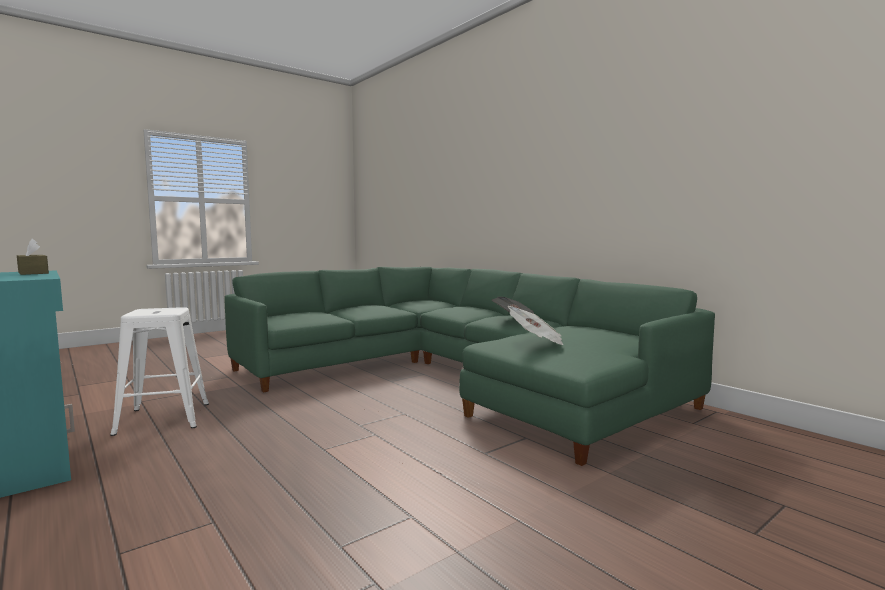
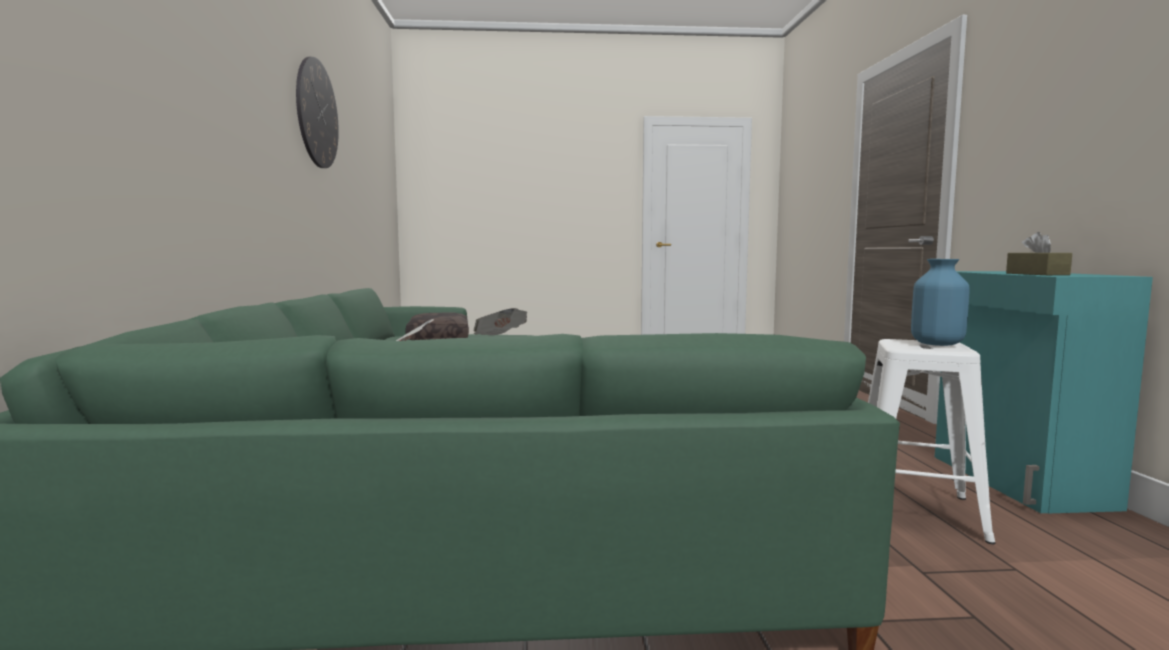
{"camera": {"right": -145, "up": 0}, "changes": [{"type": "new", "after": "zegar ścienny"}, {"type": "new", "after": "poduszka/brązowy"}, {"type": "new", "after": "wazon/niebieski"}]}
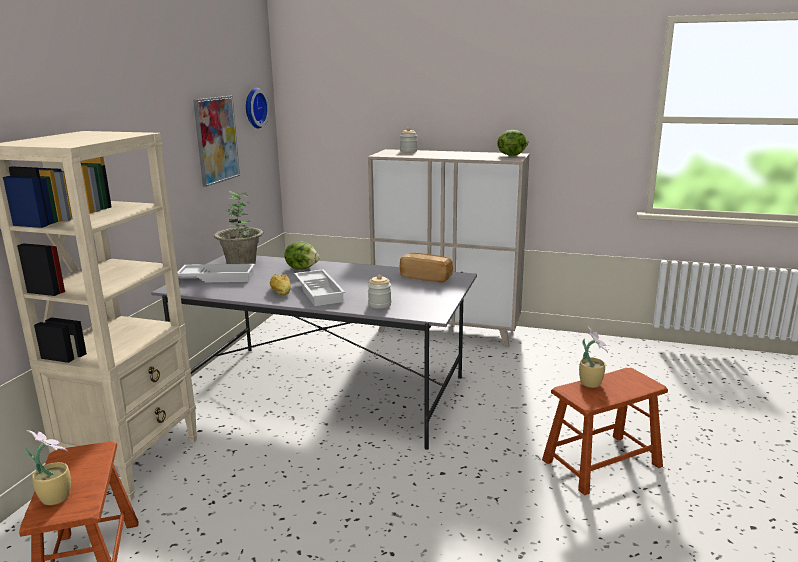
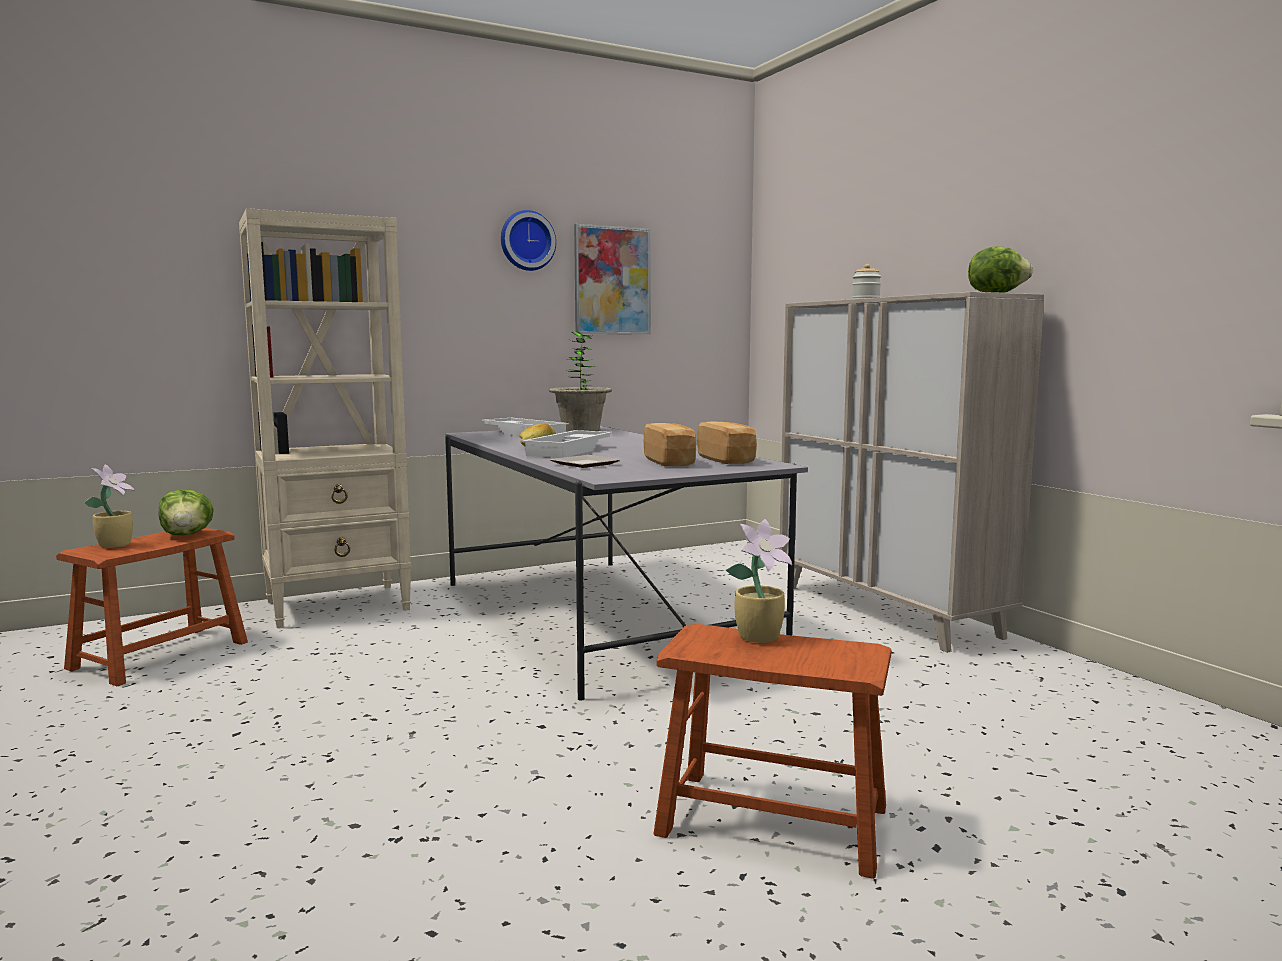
{"camera": {"right": 45, "up": -10}, "changes": [{"type": "shifted", "before": "zegar ścienny"}, {"type": "shifted", "before": "sałata (no. 1 from left)"}, {"type": "swapped", "before": "słoik (no. 1 from left)", "after": "talerz"}, {"type": "new", "after": "chleb (no. 2 from left)"}]}
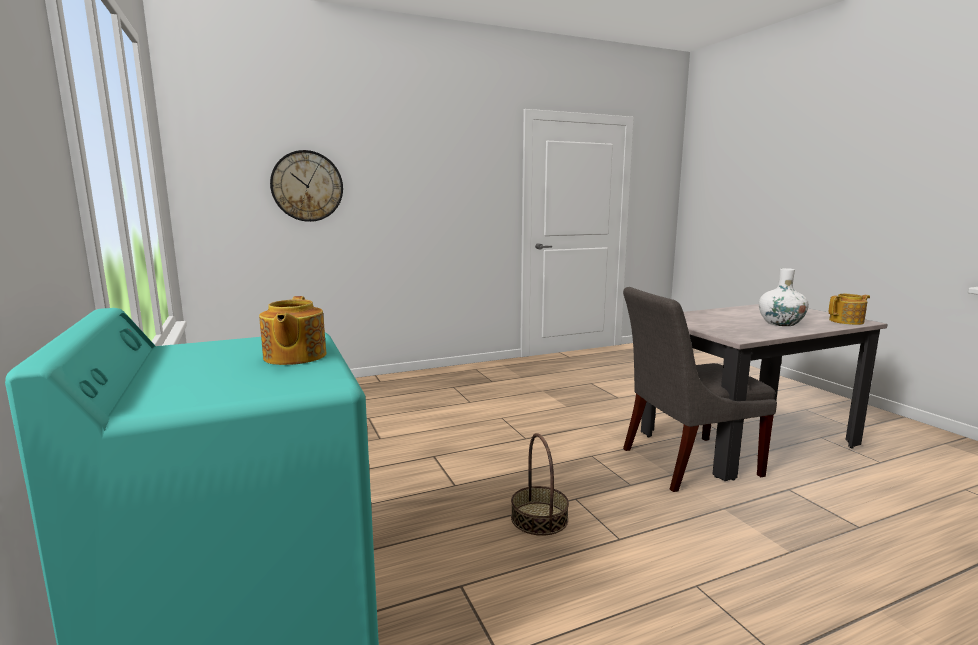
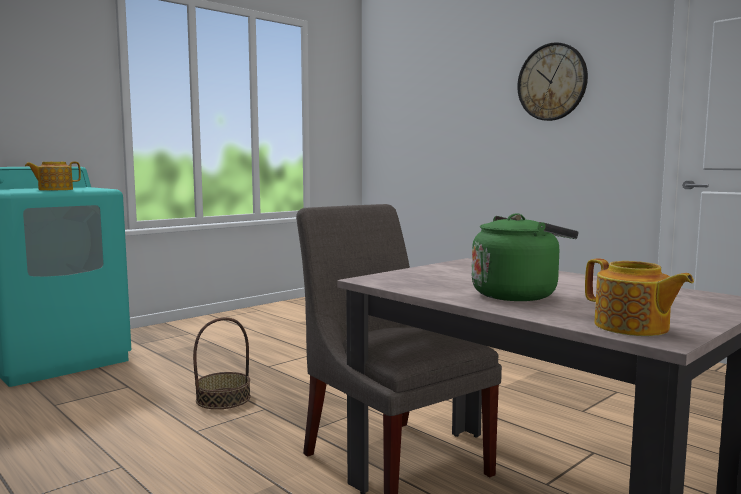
{"camera": {"right": 70, "up": -5}, "changes": [{"type": "shifted", "before": "zegar ścienny"}, {"type": "swapped", "before": "wazon/biały", "after": "czajnik/zielony"}]}
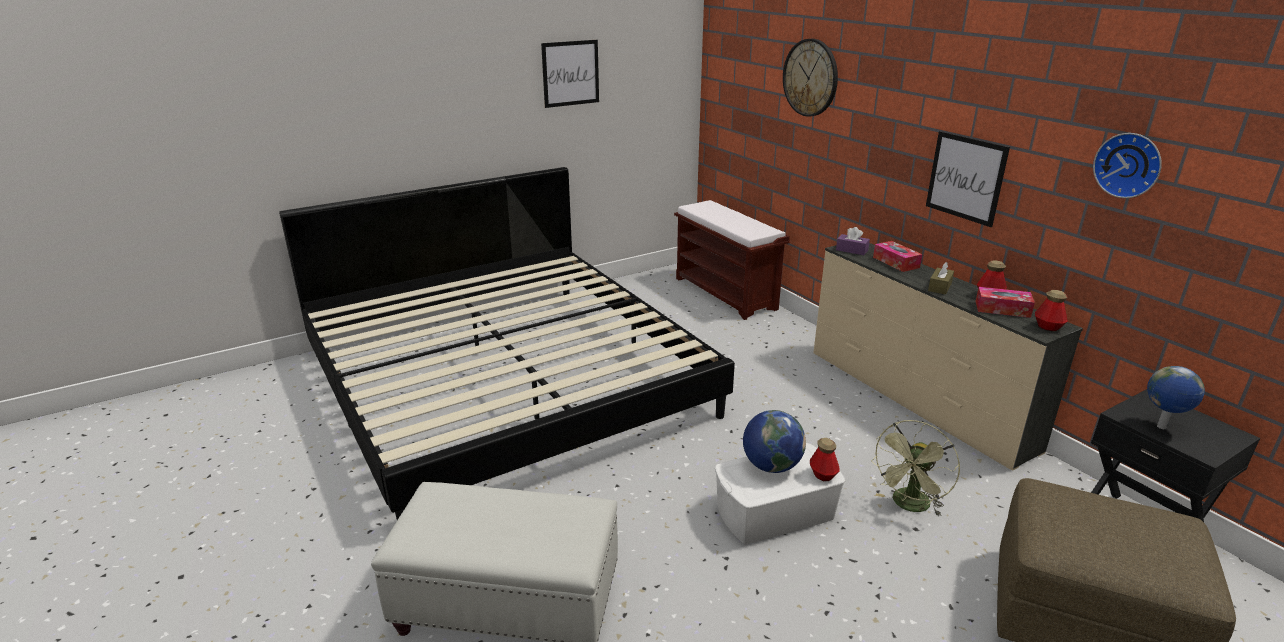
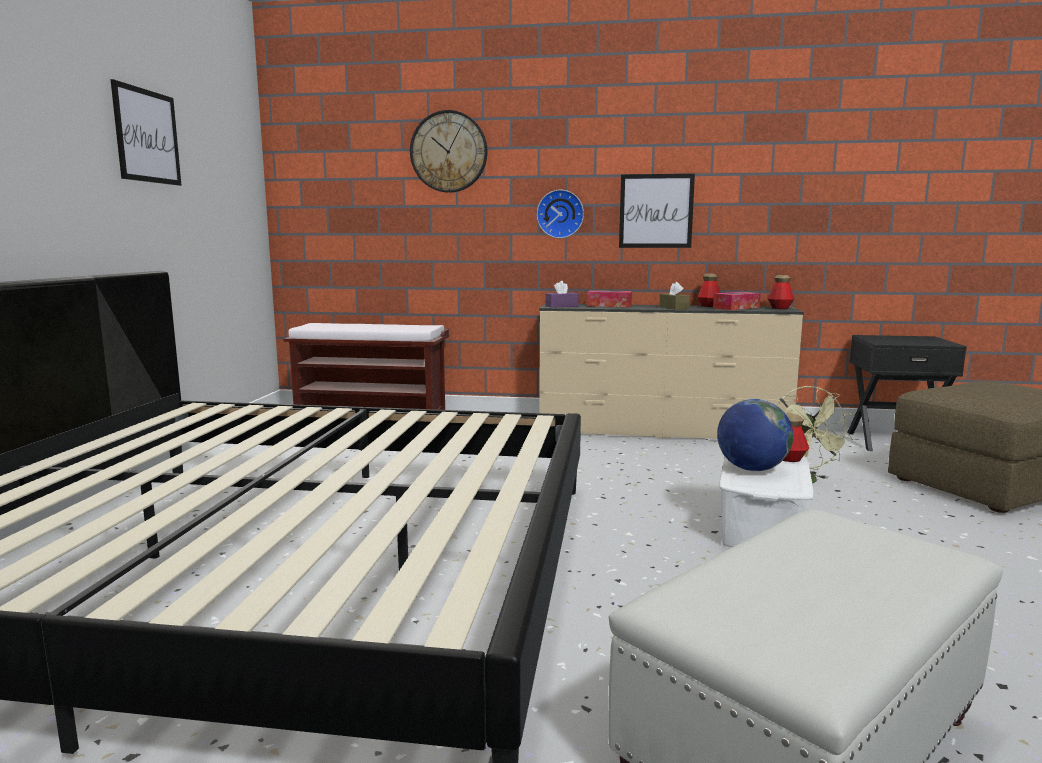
{"camera": {"right": -50, "up": -15}, "changes": [{"type": "shifted", "before": "zegar ścienny (no. 2 from left)"}, {"type": "gone", "before": "globus (no. 2 from left)"}]}
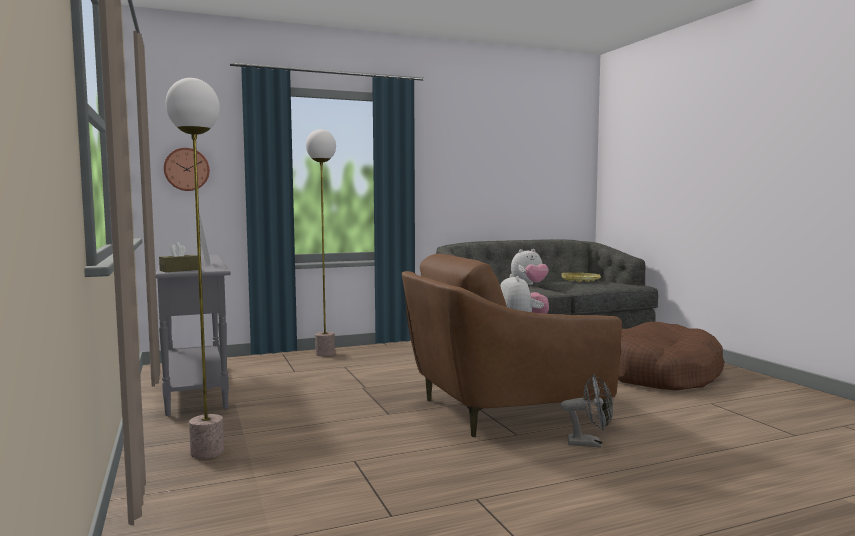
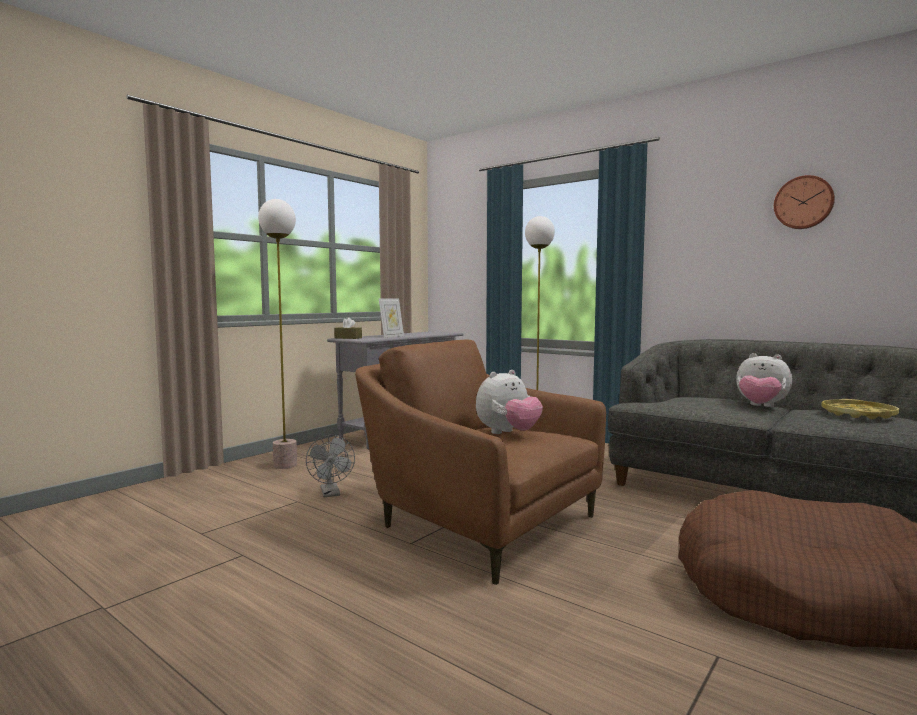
{"camera": {"right": 60, "up": 0}, "changes": [{"type": "shifted", "before": "zegar ścienny"}, {"type": "shifted", "before": "wentylator/szary"}]}
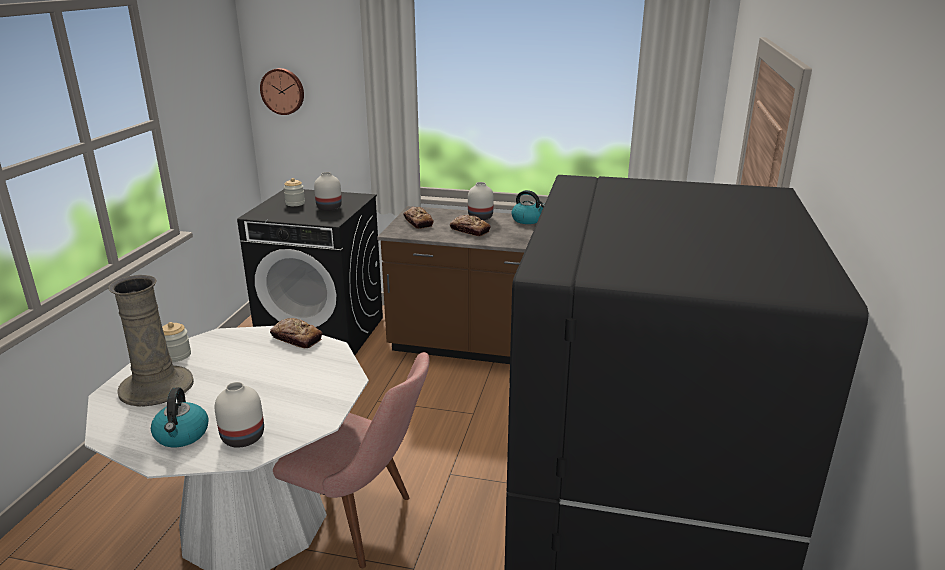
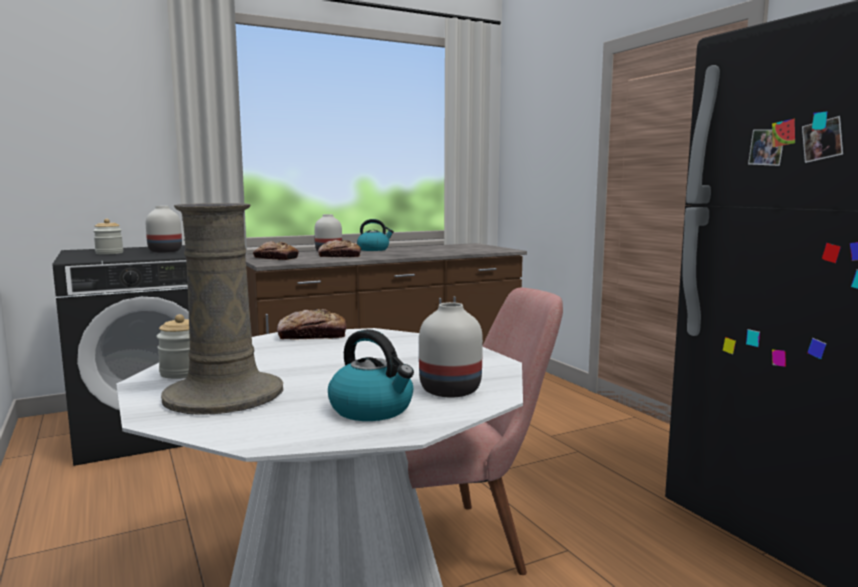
{"camera": {"right": -40, "up": -15}, "changes": [{"type": "gone", "before": "zegar ścienny"}]}
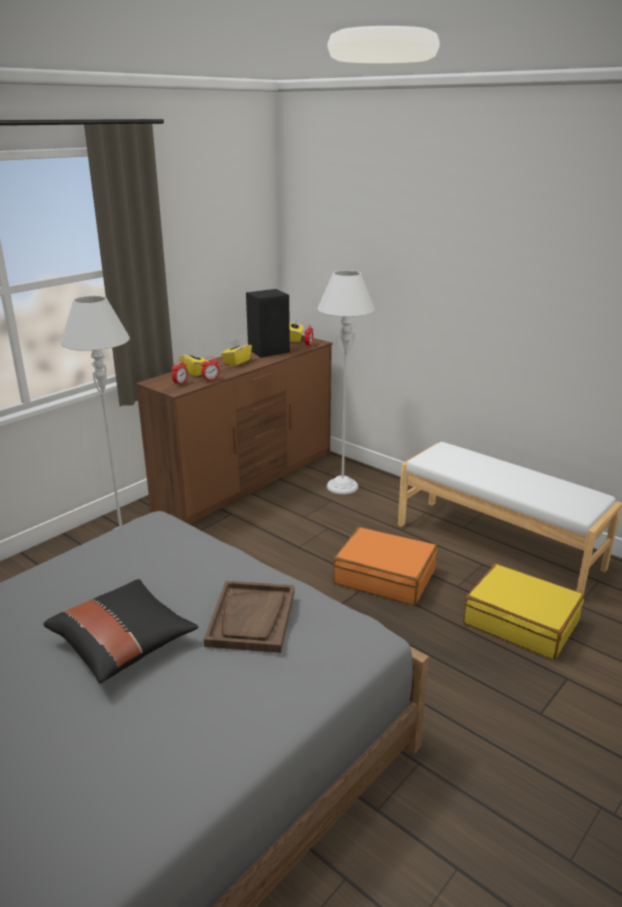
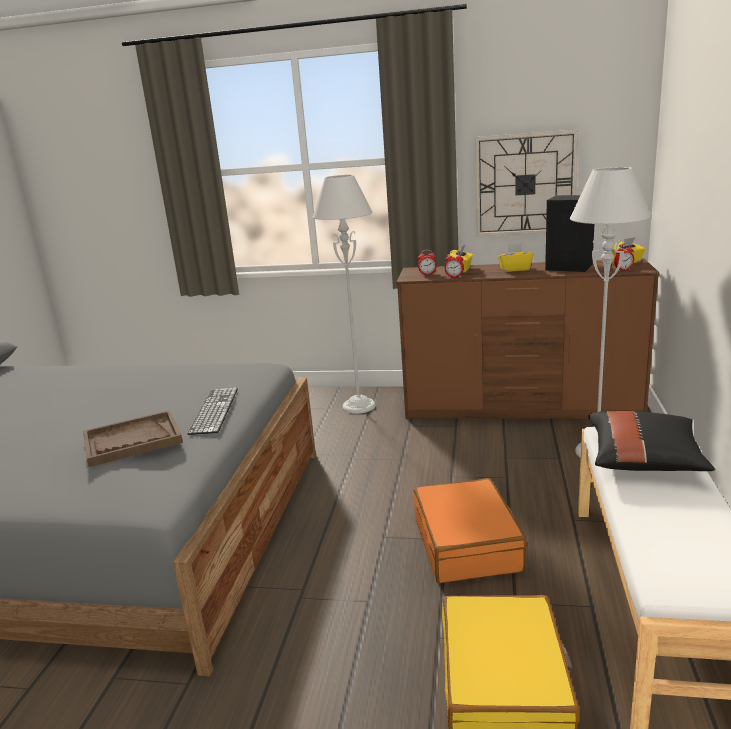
{"camera": {"right": 60, "up": -5}, "changes": [{"type": "shifted", "before": "poduszka/czarny"}, {"type": "new", "after": "klawiatura"}, {"type": "new", "after": "zegar ścienny"}]}
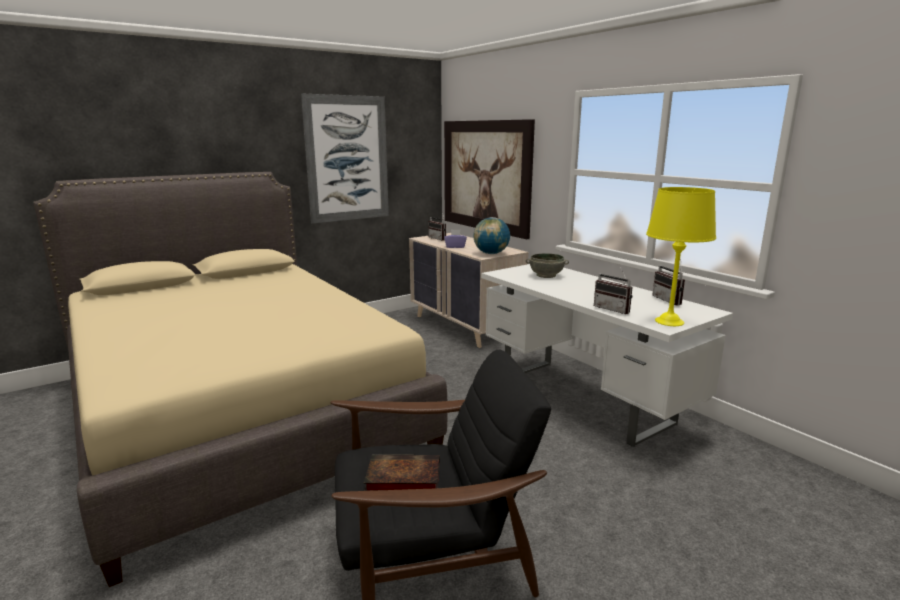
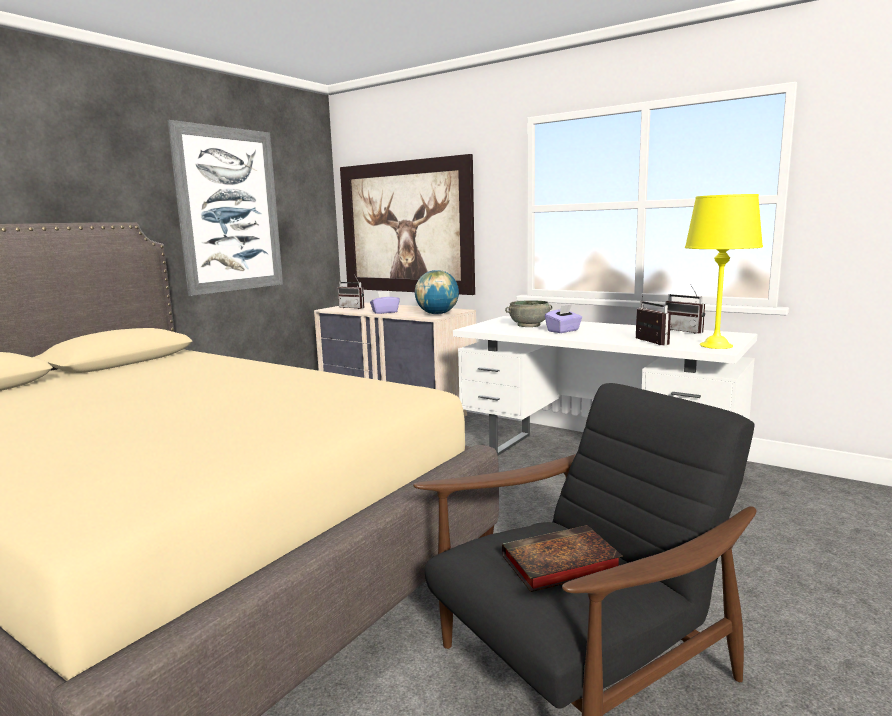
{"camera": {"right": -20, "up": -5}, "changes": [{"type": "rotated", "before": "radio (no. 2 from left)", "turn": -135}, {"type": "new", "after": "pudełko chusteczek/fioletowy (no. 2 from left)"}]}
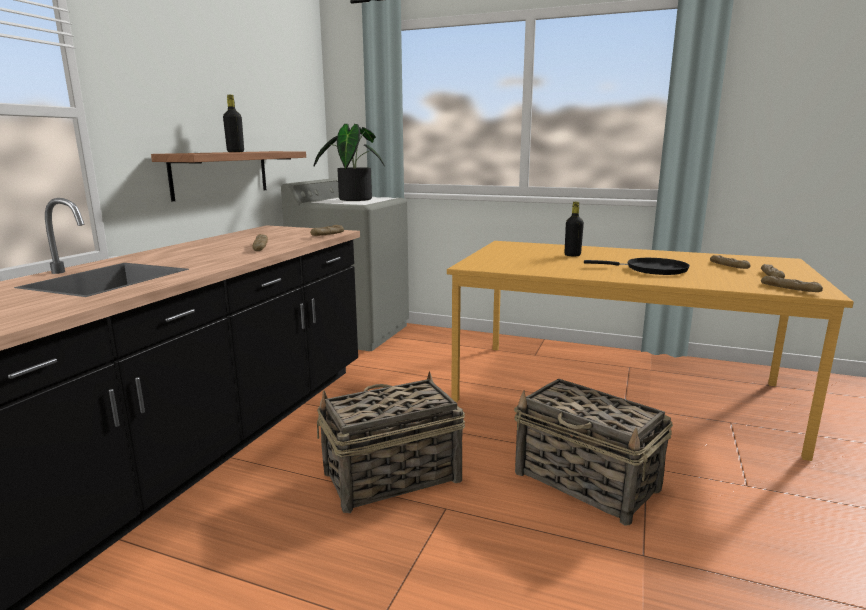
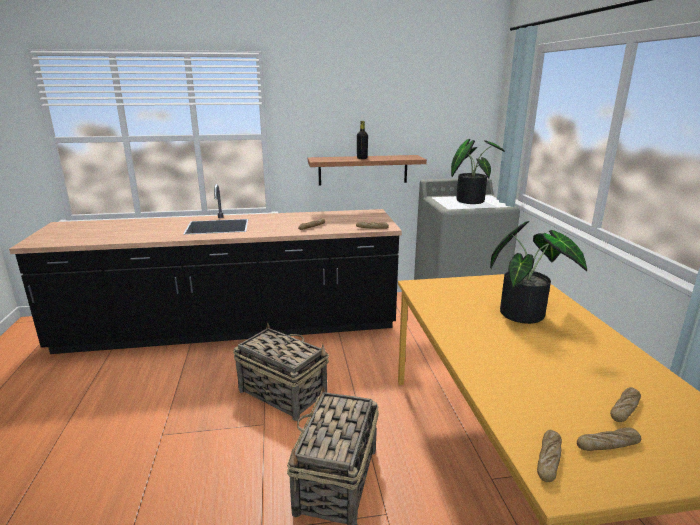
{"camera": {"right": 60, "up": 5}, "changes": [{"type": "swapped", "before": "butelka/czarny (no. 2 from left)", "after": "roślina doniczkowa (no. 2 from left)"}, {"type": "gone", "before": "patelnia/czarny"}]}
